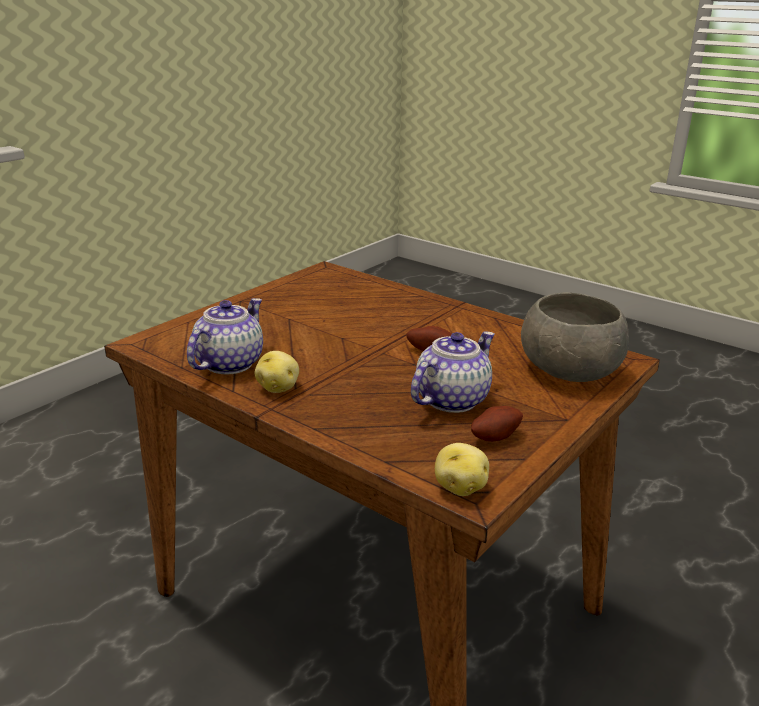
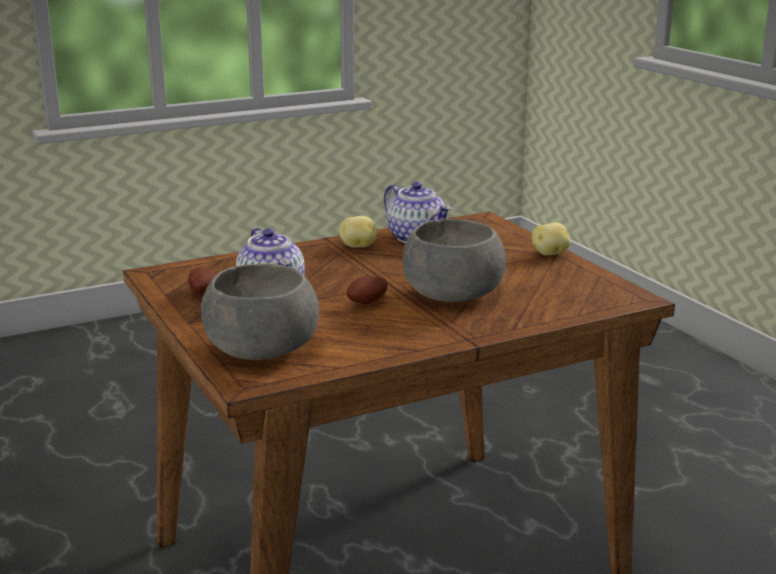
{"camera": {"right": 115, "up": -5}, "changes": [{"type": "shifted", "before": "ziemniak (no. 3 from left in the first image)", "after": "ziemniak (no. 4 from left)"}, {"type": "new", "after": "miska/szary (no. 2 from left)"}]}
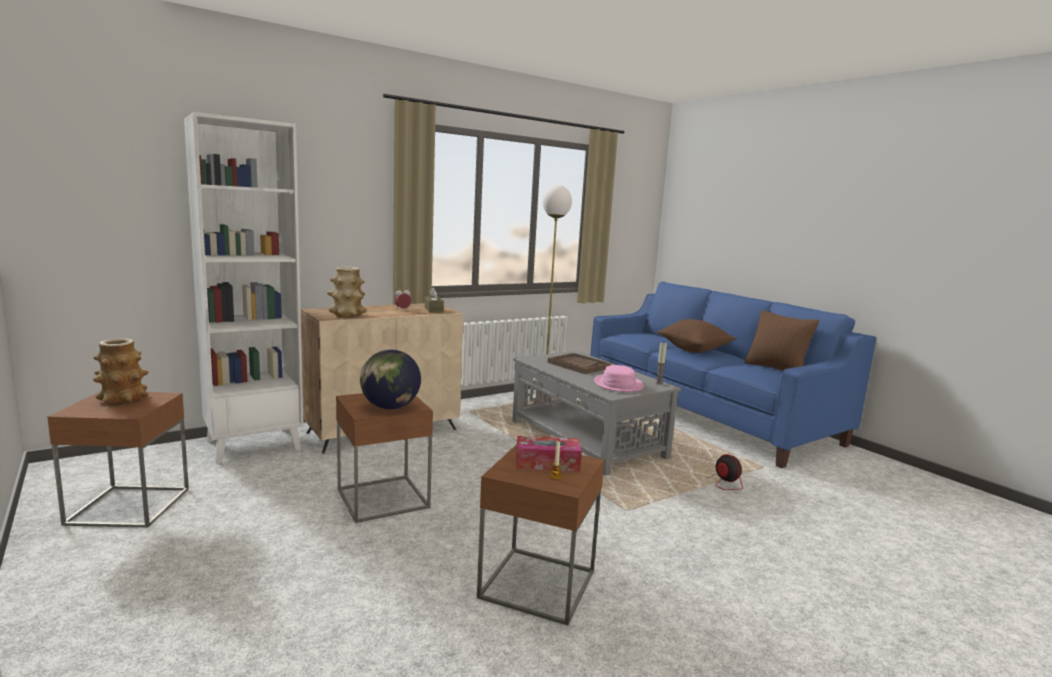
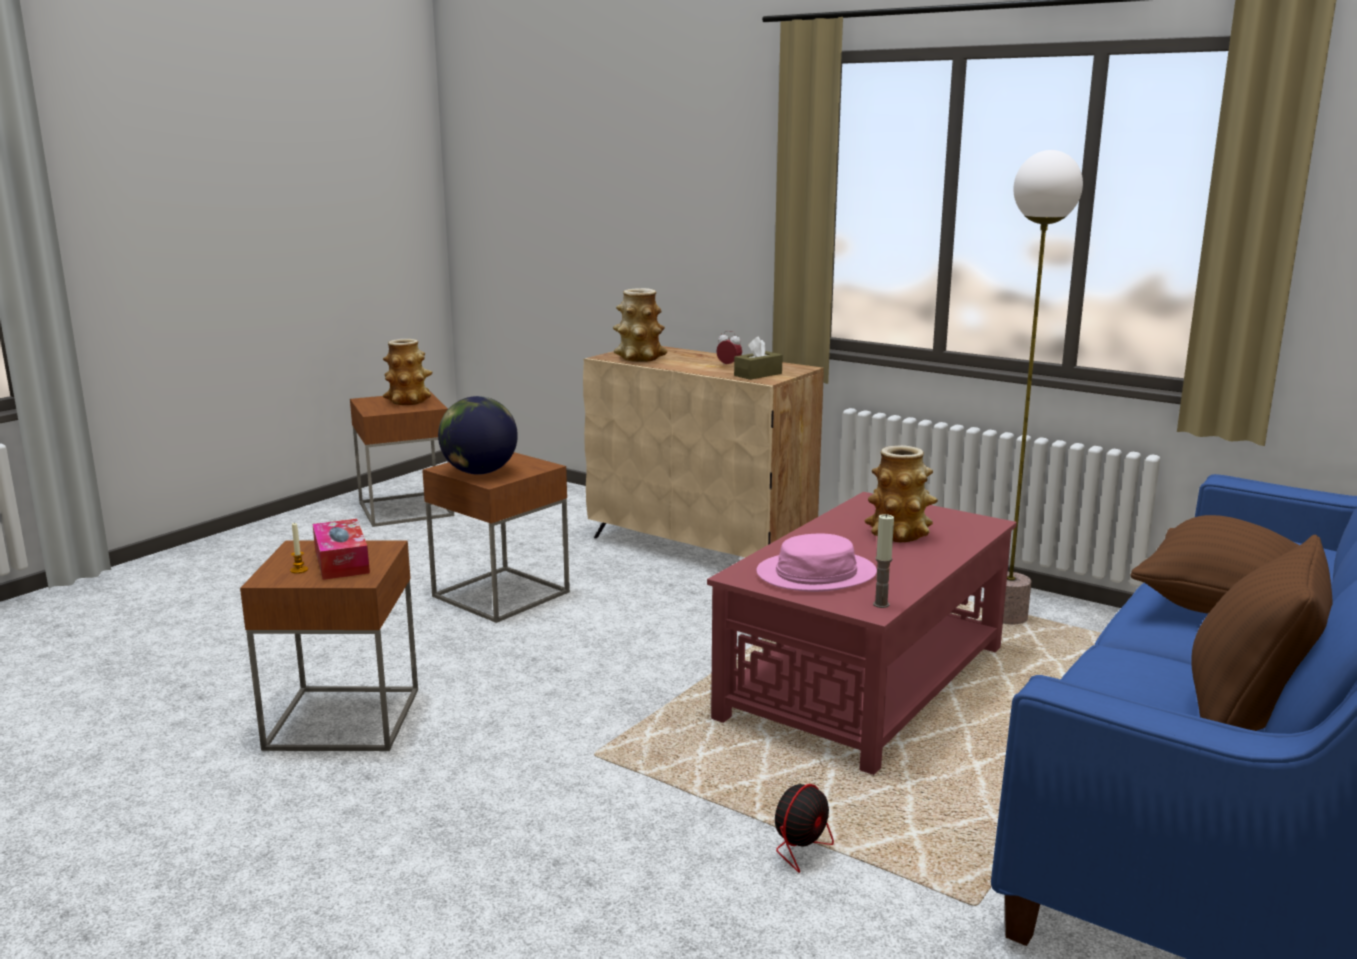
{"camera": {"right": 70, "up": 5}, "changes": [{"type": "gone", "before": "regał/biały"}, {"type": "repainted", "before": "ława/szary", "after": "ława/czerwony"}, {"type": "swapped", "before": "taca/brązowy", "after": "wazon (no. 3 from left)"}]}
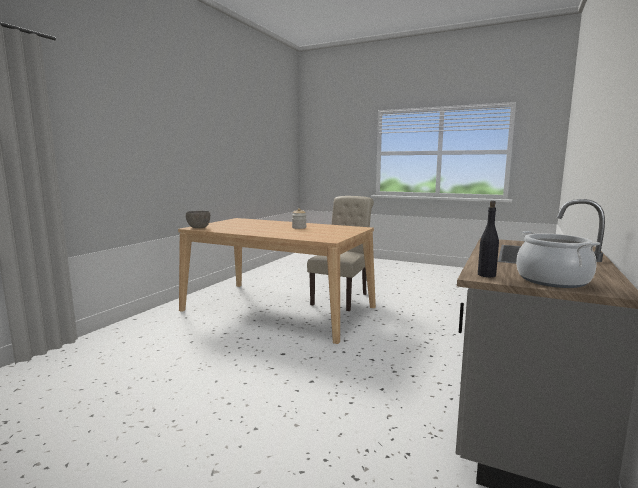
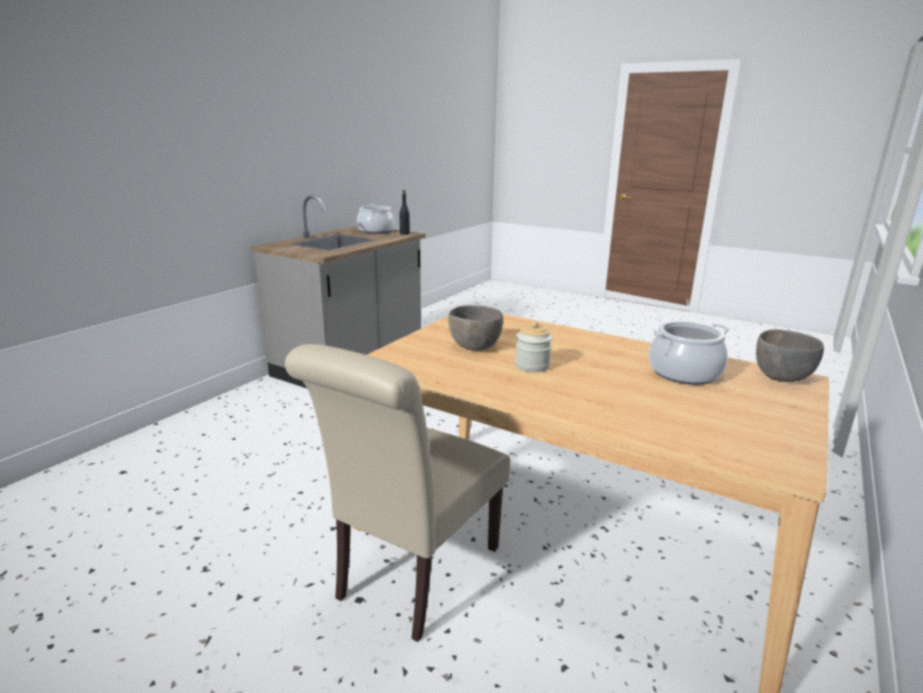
{"camera": {"right": -175, "up": 10}, "changes": [{"type": "new", "after": "miska/szary (no. 1 from left)"}, {"type": "new", "after": "garnek (no. 2 from left)"}]}
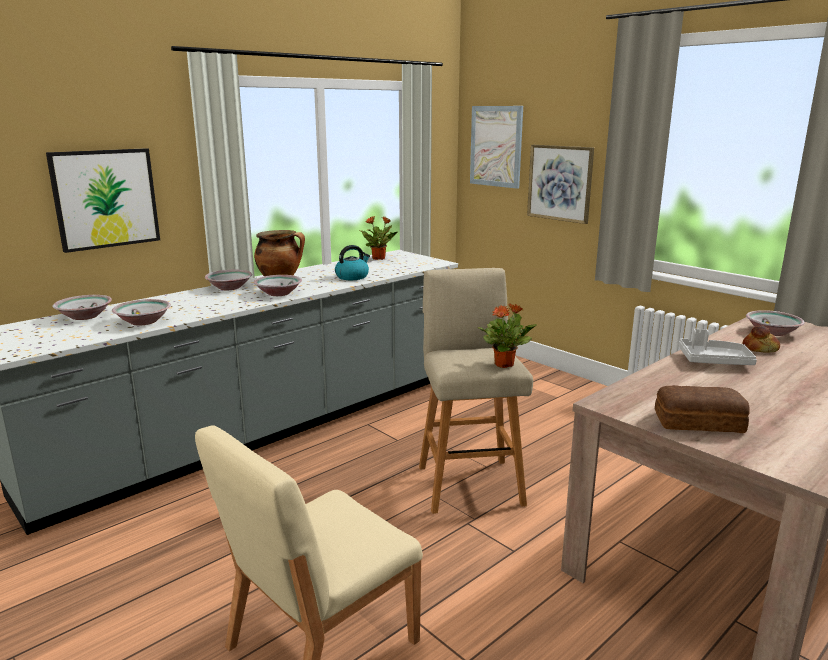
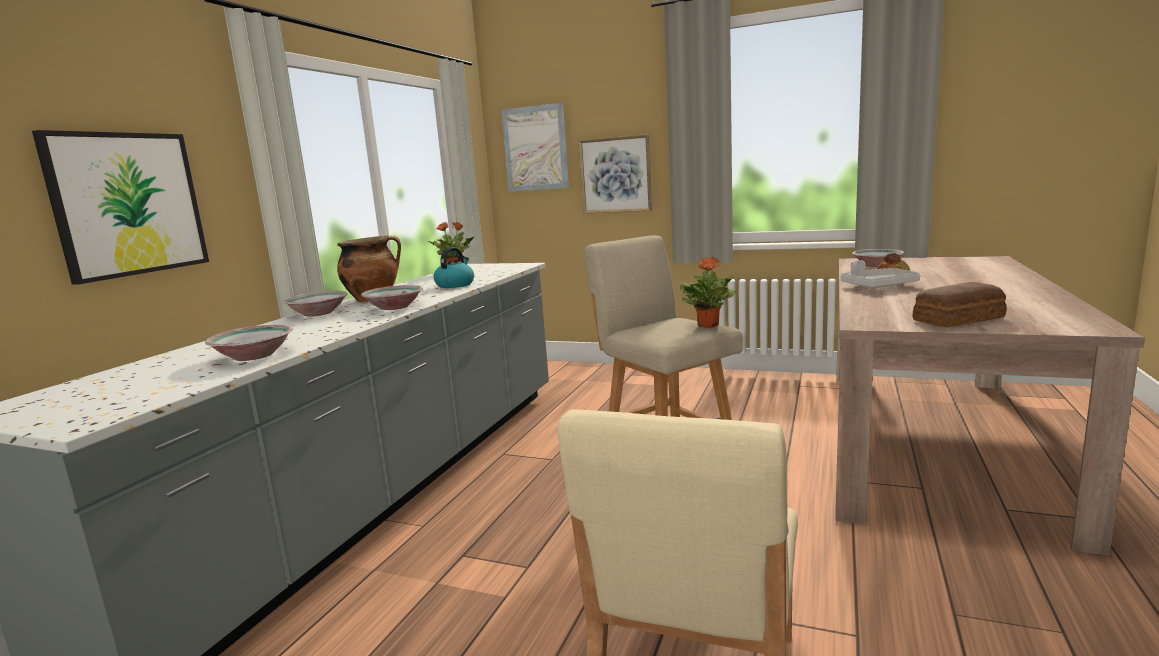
{"camera": {"right": -25, "up": -5}, "changes": [{"type": "gone", "before": "miska (no. 1 from left)"}]}
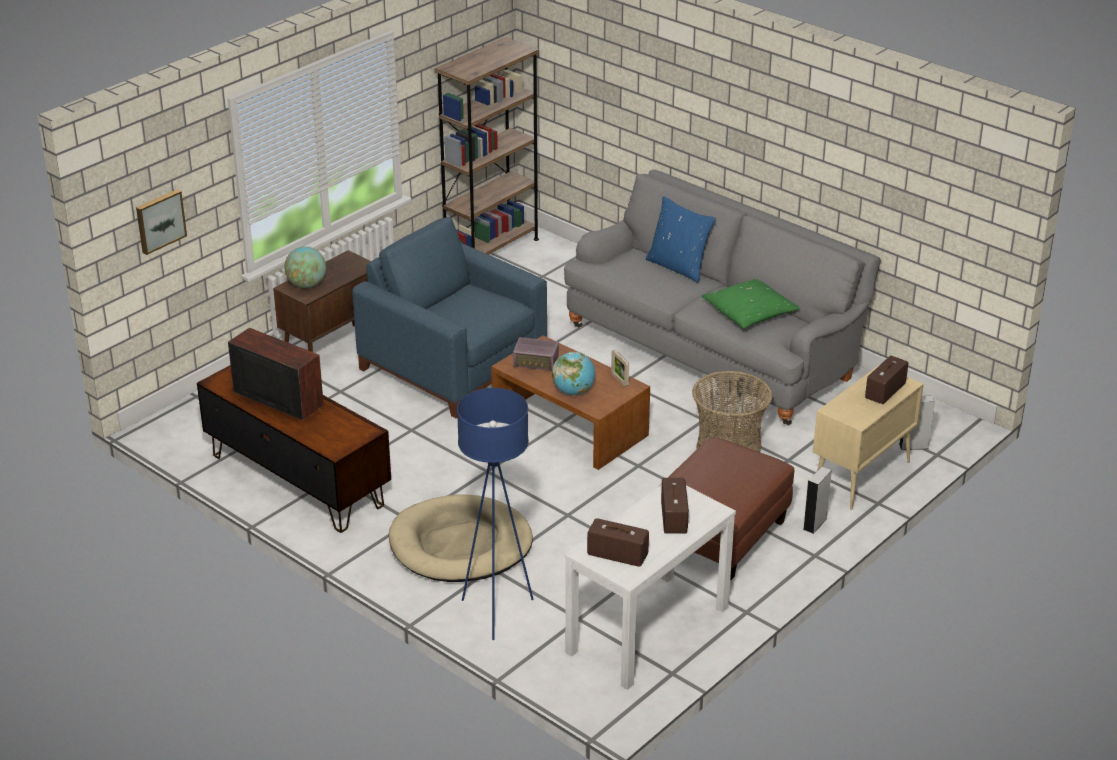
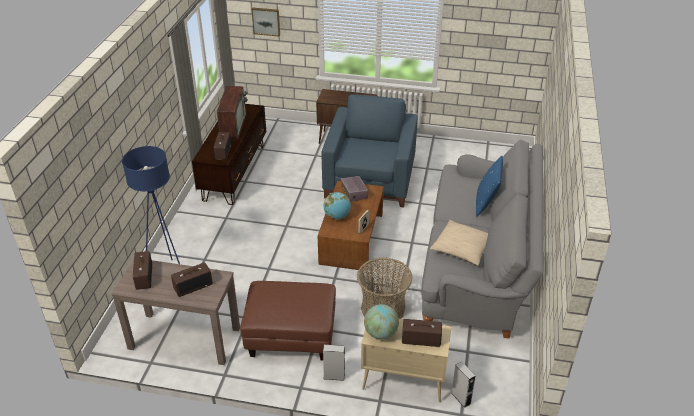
{"camera": {"right": 60, "up": 5}, "changes": [{"type": "shifted", "before": "globus (no. 1 from left in the first image)", "after": "globus (no. 2 from left)"}, {"type": "gone", "before": "legowisko/beżowy"}, {"type": "gone", "before": "regał/brązowy"}, {"type": "repainted", "before": "stolik konsolowy/biały", "after": "stolik konsolowy/brązowy"}, {"type": "repainted", "before": "poduszka/zielony", "after": "poduszka/beżowy"}, {"type": "new", "after": "radio (no. 3 from left)"}]}
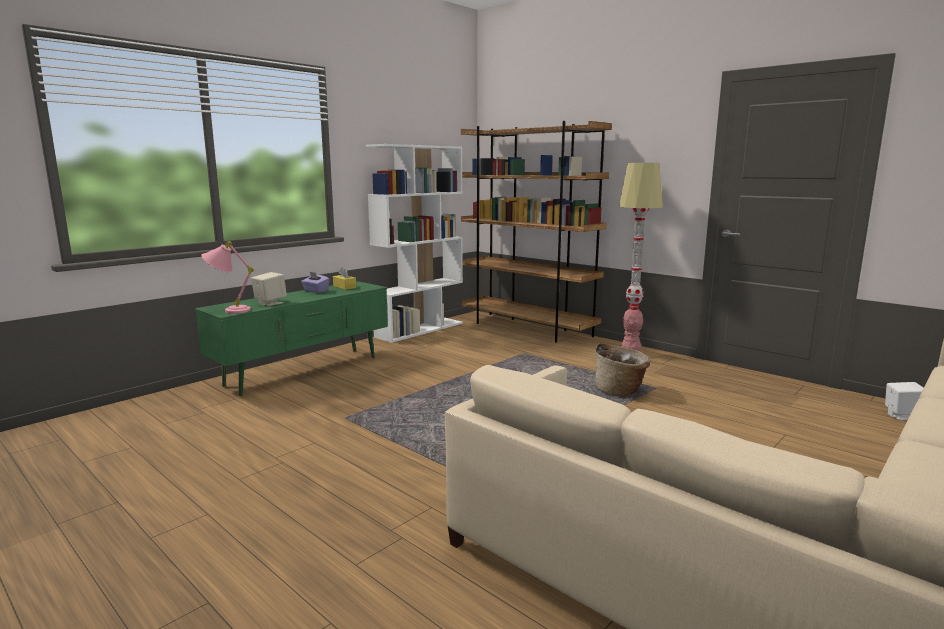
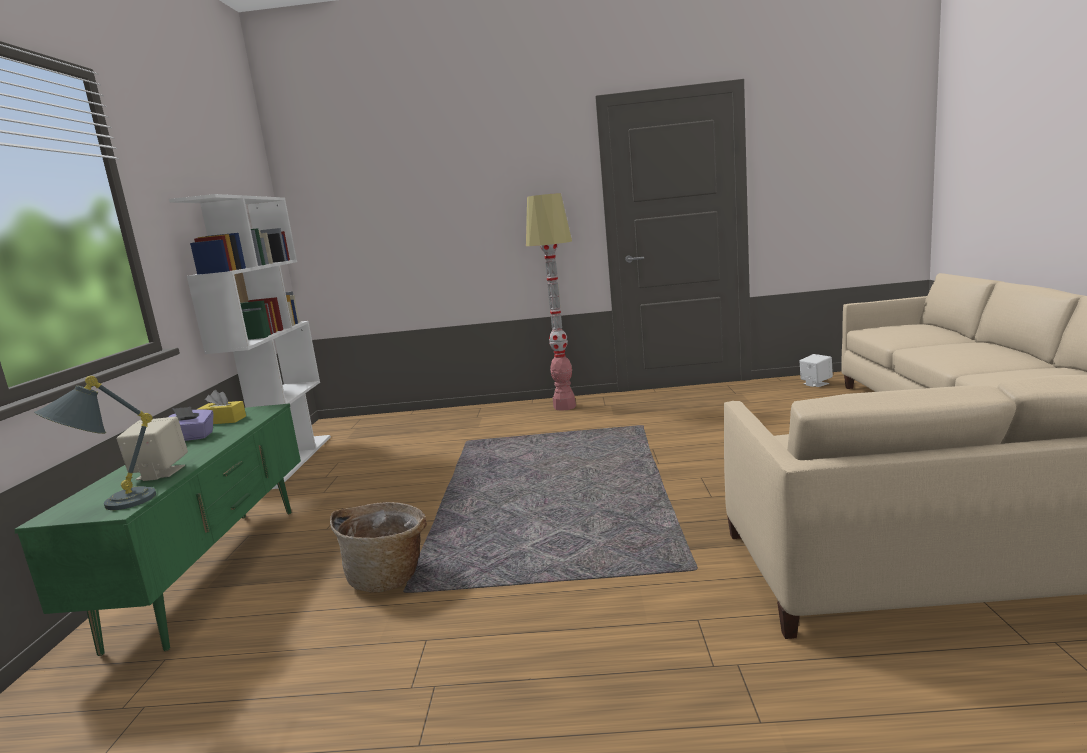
{"camera": {"right": -40, "up": 0}, "changes": [{"type": "repainted", "before": "lampa stołowa/różowy", "after": "lampa stołowa/szary"}, {"type": "gone", "before": "regał/brązowy"}, {"type": "shifted", "before": "koszyk"}]}
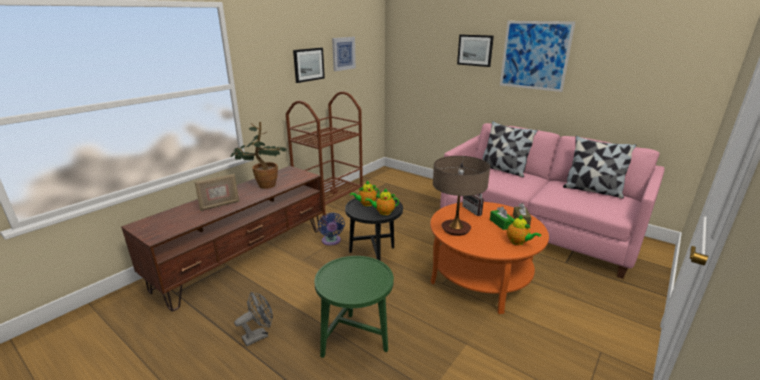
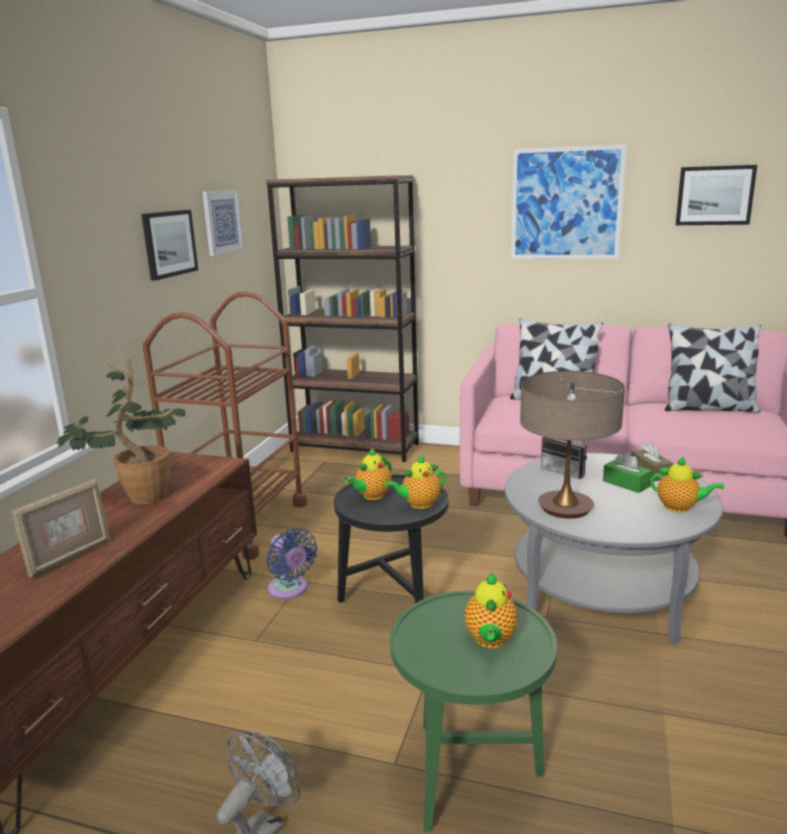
{"camera": {"right": -20, "up": -5}, "changes": [{"type": "repainted", "before": "ława/pomarańczowy", "after": "ława/szary"}, {"type": "shifted", "before": "obraz (no. 3 from left in the first image)", "after": "obraz (no. 4 from left)"}, {"type": "new", "after": "regał/brązowy"}, {"type": "new", "after": "imbryk (no. 3 from left)"}]}
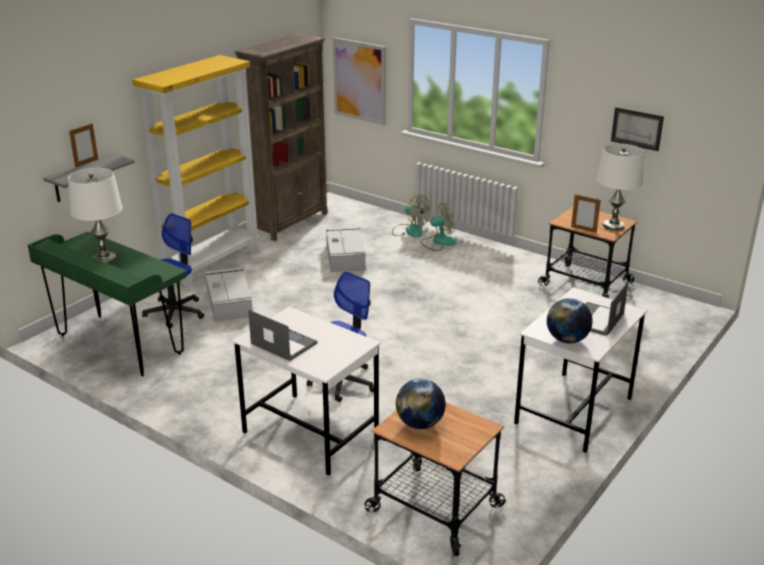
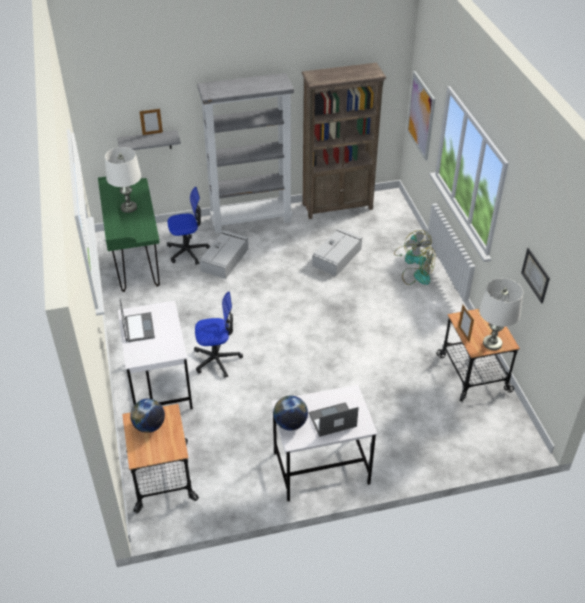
{"camera": {"right": 40, "up": 15}, "changes": [{"type": "repainted", "before": "regał/żółty", "after": "regał/szary"}]}
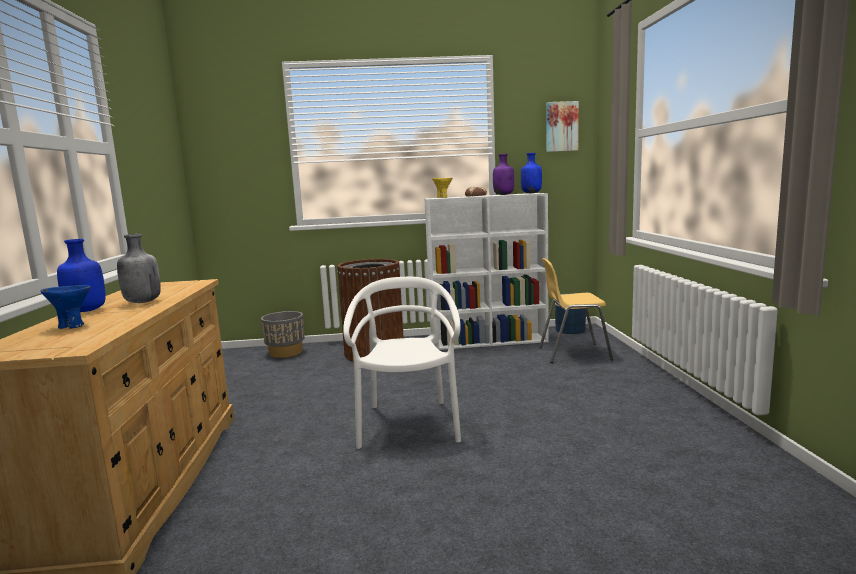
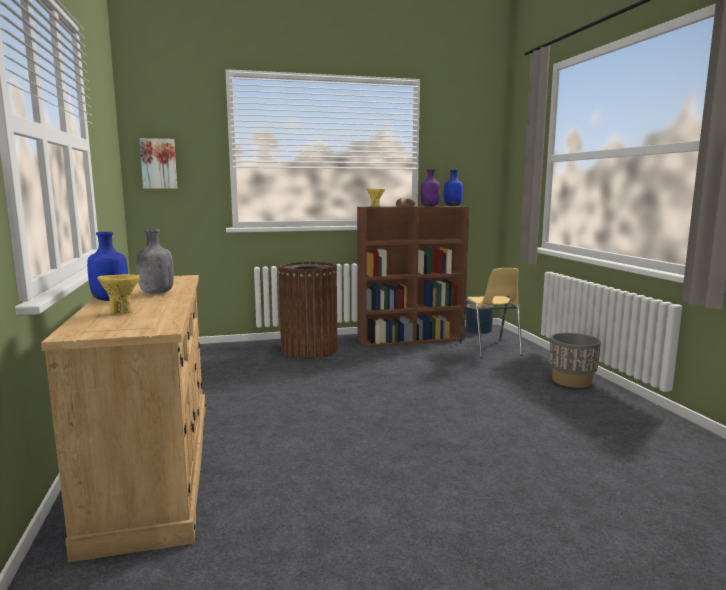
{"camera": {"right": -10, "up": 0}, "changes": [{"type": "repainted", "before": "miska/niebieski", "after": "miska/żółty (no. 1 from left)"}, {"type": "shifted", "before": "donica/szary"}, {"type": "gone", "before": "krzesło/biały"}, {"type": "repainted", "before": "regał/biały", "after": "regał/brązowy"}, {"type": "rotated", "before": "krzesło/żółty", "turn": -90}, {"type": "shifted", "before": "obraz"}]}
